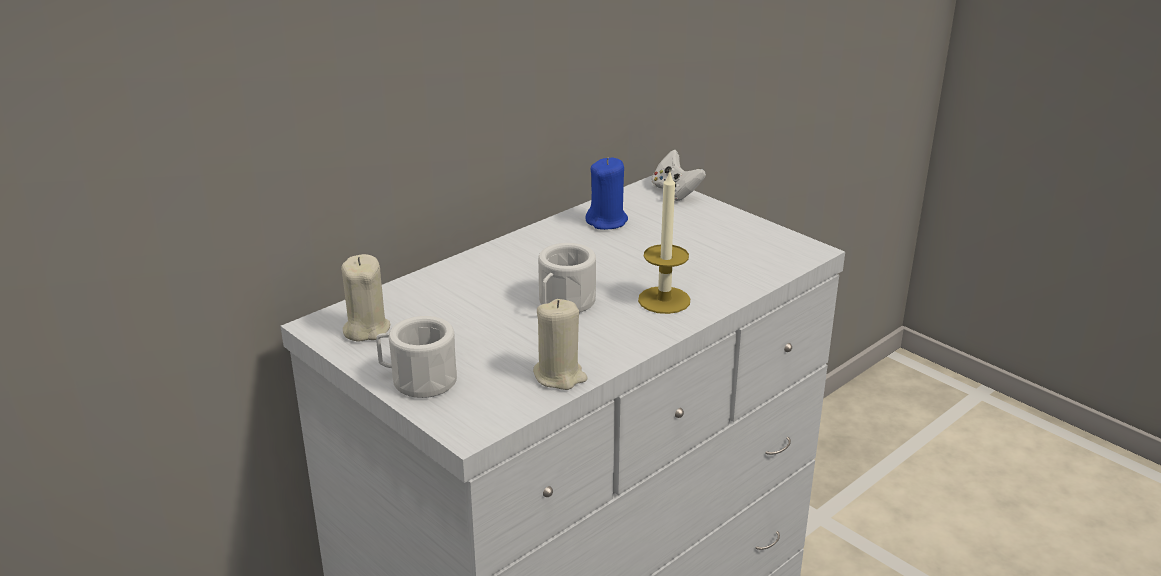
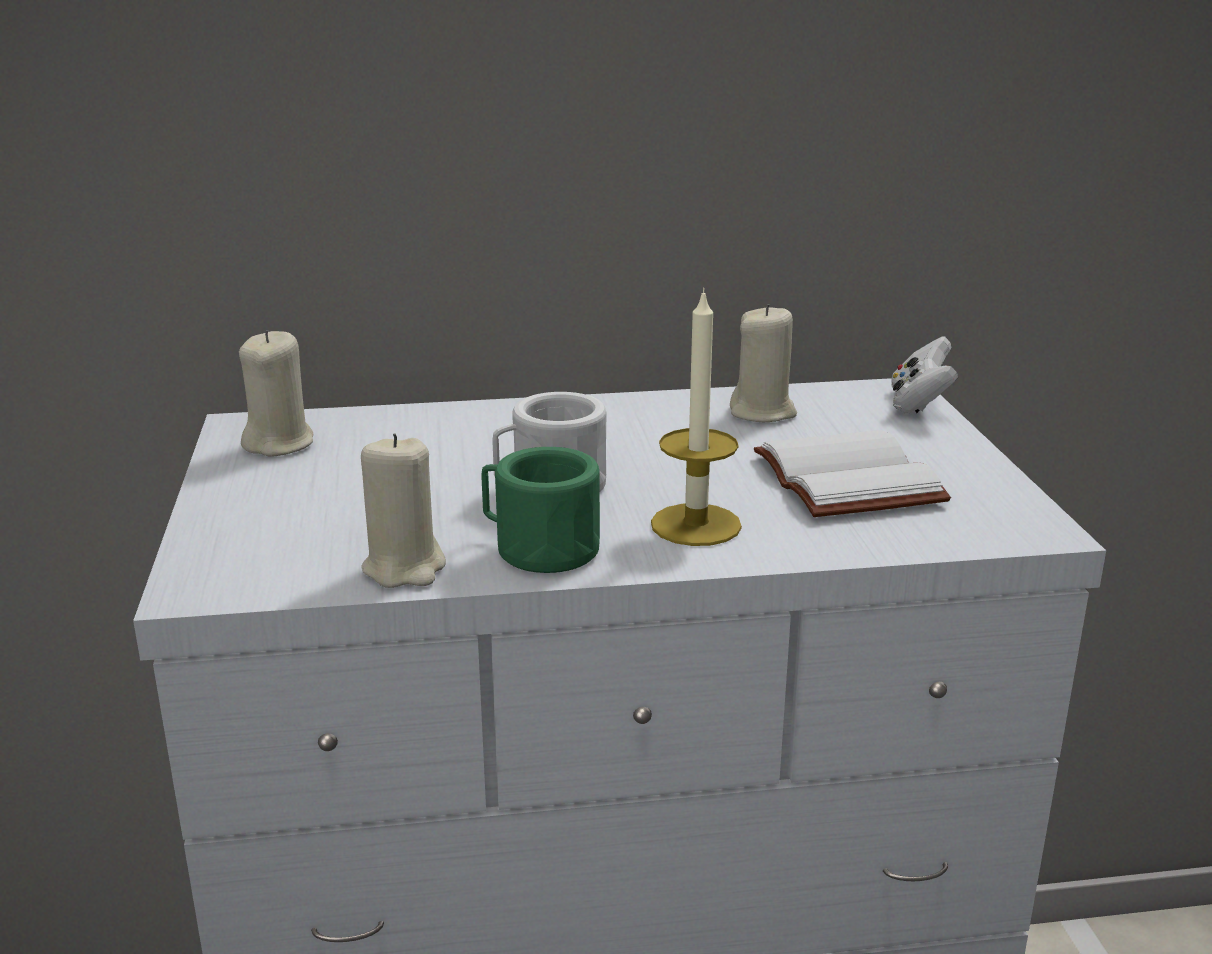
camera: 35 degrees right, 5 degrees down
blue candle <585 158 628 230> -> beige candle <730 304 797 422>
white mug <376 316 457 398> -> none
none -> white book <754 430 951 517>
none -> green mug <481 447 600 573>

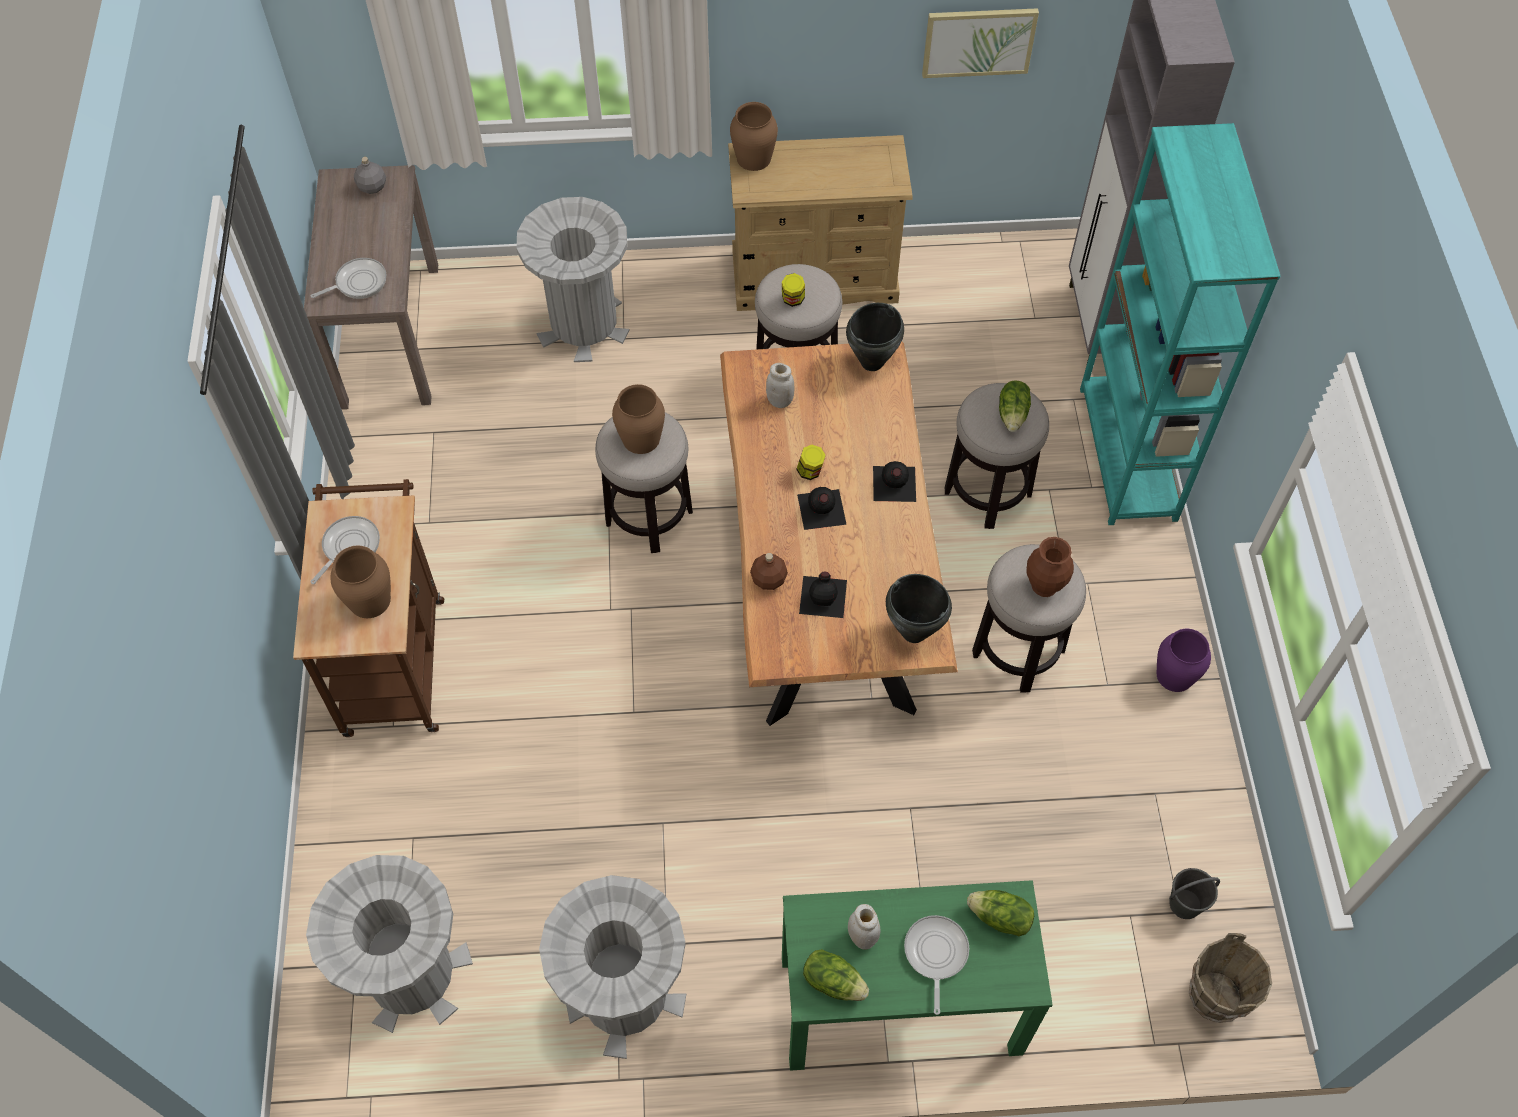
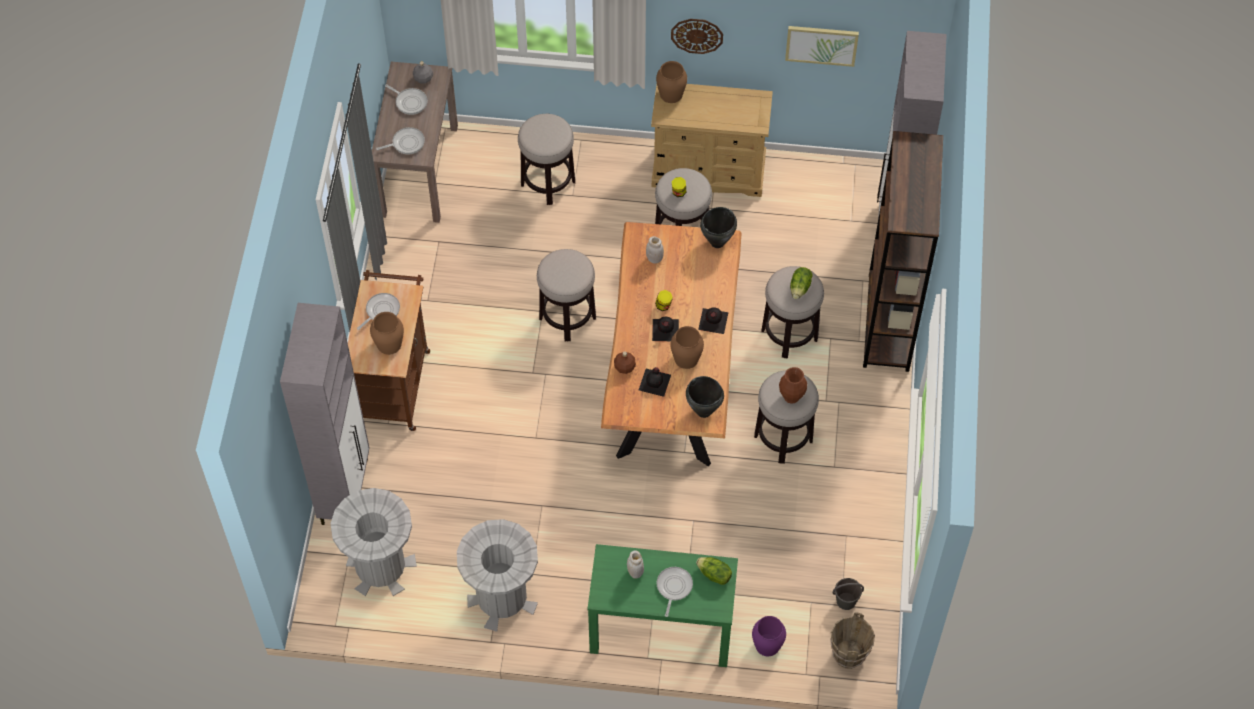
camera: 10 degrees right, 0 degrees up
turquoise bookcase <1080 123 1280 525> -> brown bookcase <863 131 943 372>
grey trash can <517 197 630 362> -> stool <518 114 575 205>
brown vase <612 384 665 454> -> brown vase <670 326 704 369>, move
purple vase <1157 629 1211 692> -> purple vase <752 616 786 656>, move
lettuce <803 949 869 1001> -> none
none -> wall clock <671 19 723 54>
none -> frying pan <385 84 427 115>
none -> grey cabinet <280 303 369 525>

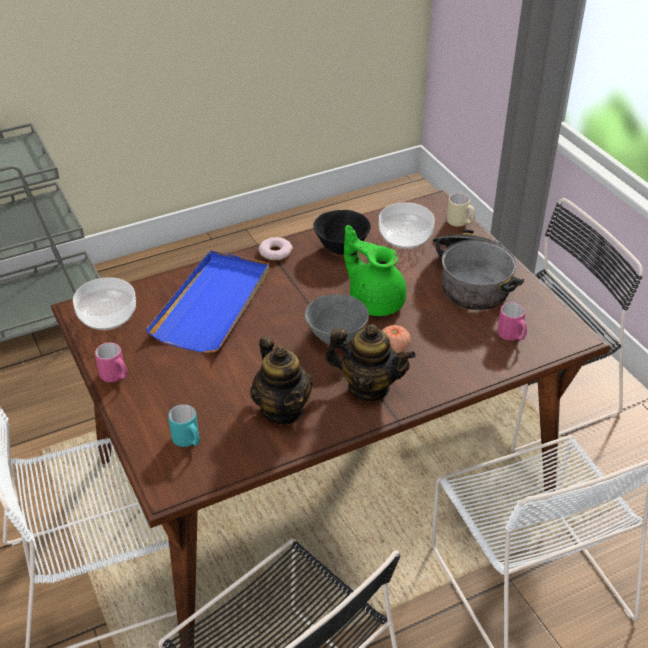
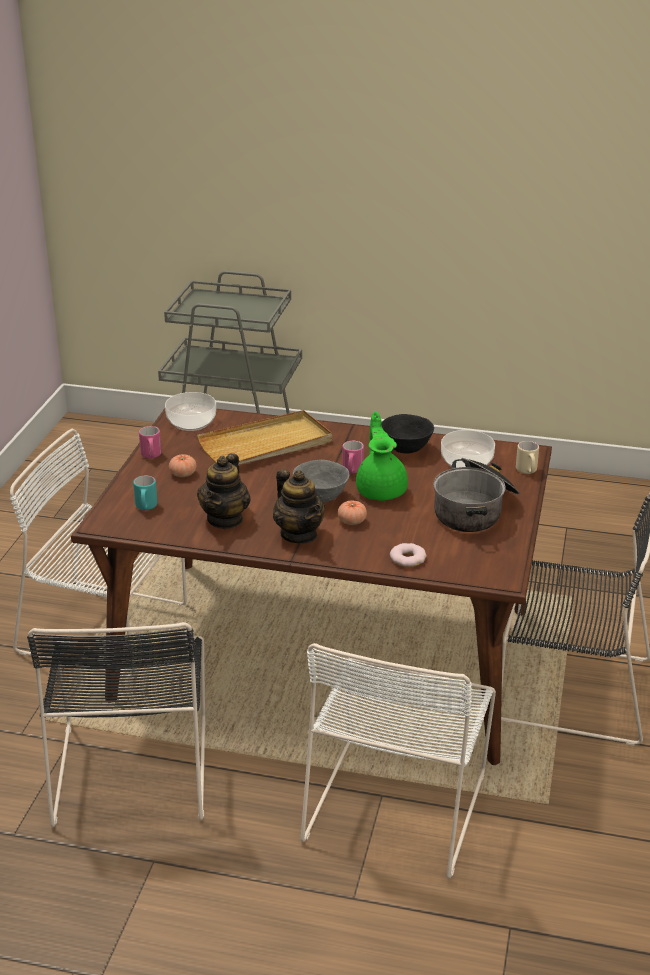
camera: 40 degrees right, 10 degrees down
donut <259 237 293 260> -> donut <390 543 427 567>, move
blue tray <146 250 269 353> -> beige tray <197 410 332 465>
pink mug <497 303 527 341> -> pink mug <342 441 364 474>, move
none -> tomato <169 455 196 477>

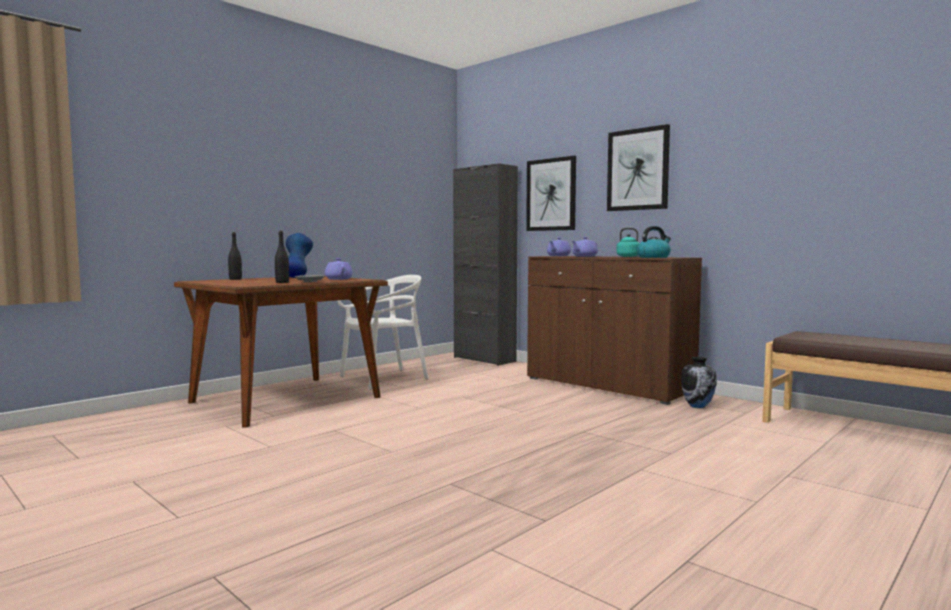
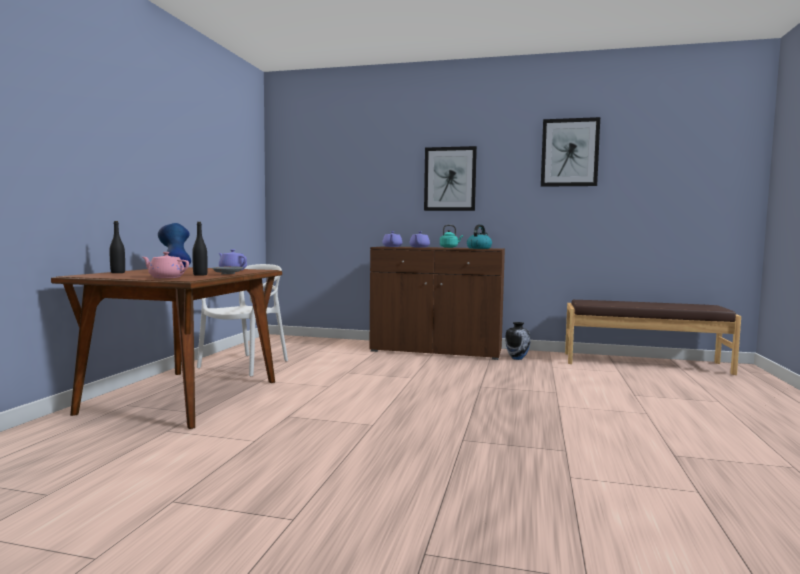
camera: 30 degrees left, 0 degrees up
picture <526 156 576 231> -> picture <541 117 600 187>, move
black cabinet <453 163 518 366> -> none
none -> pink teapot <142 252 189 278>

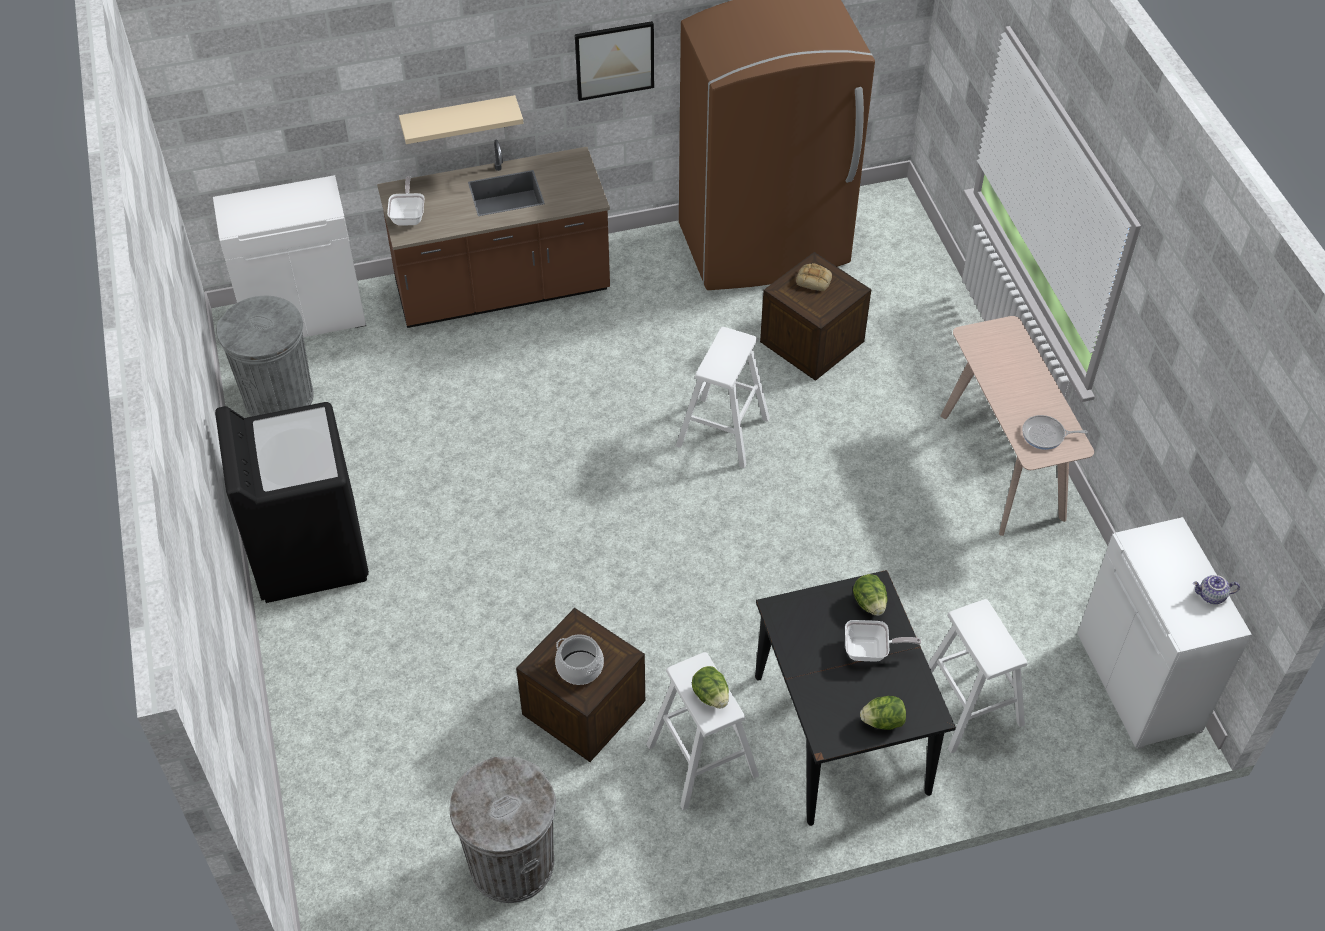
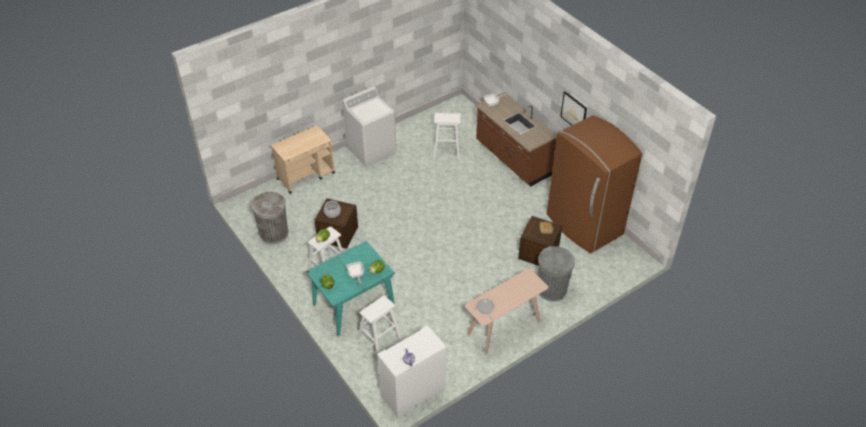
camera: 70 degrees right, 5 degrees down
beige shelf <399 95 523 144> -> none
white cabinet <213 175 366 337> -> none
grey trash can <216 296 314 417> -> grey trash can <538 246 575 301>, move
white stool <676 327 770 469> -> white stool <433 113 461 159>, move
black washing machine <215 402 369 603> -> white washing machine <342 86 396 167>
black dining table <755 570 956 826> -> turquoise dining table <306 241 395 336>
none -> beige cart <271 125 335 194>

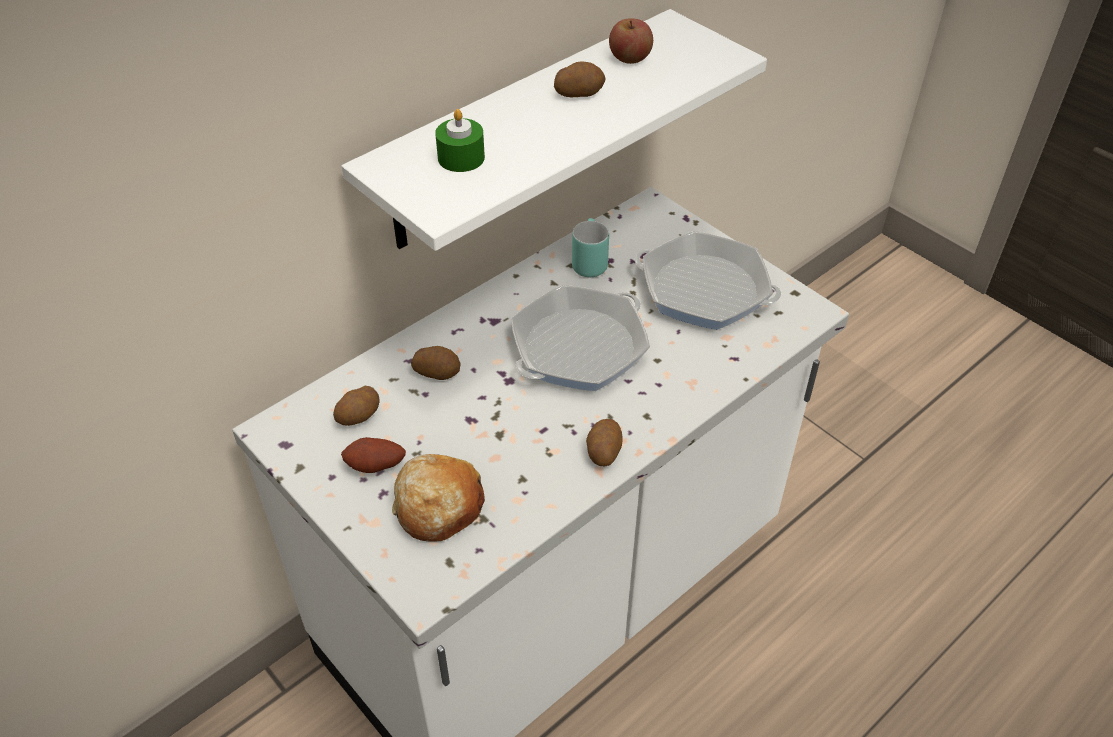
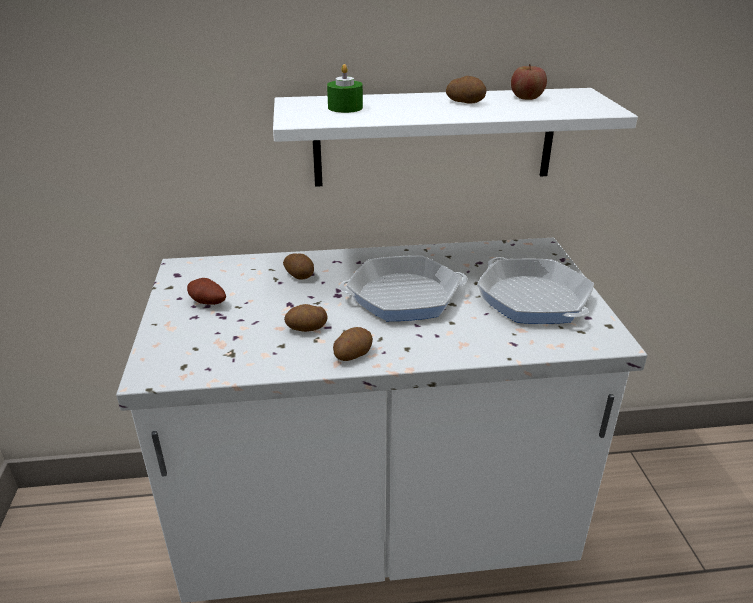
camera: 35 degrees right, 15 degrees down
turquoise mug <572 218 609 277> -> none
potato <333 386 379 426> -> potato <284 304 328 332>, move
bread <392 454 485 542> -> none

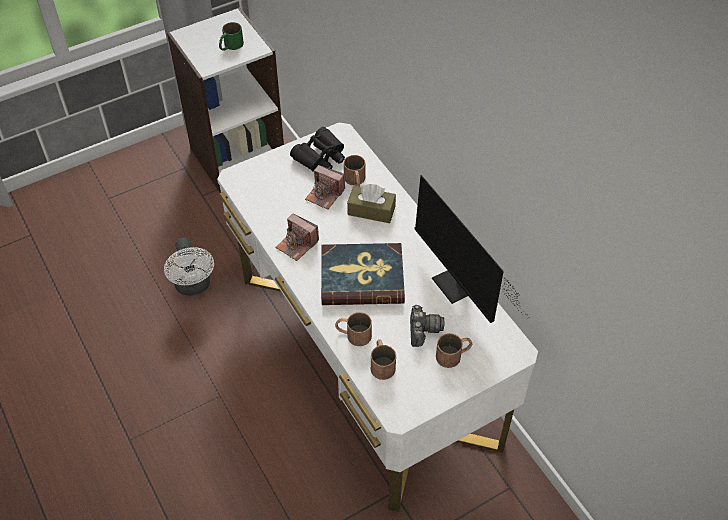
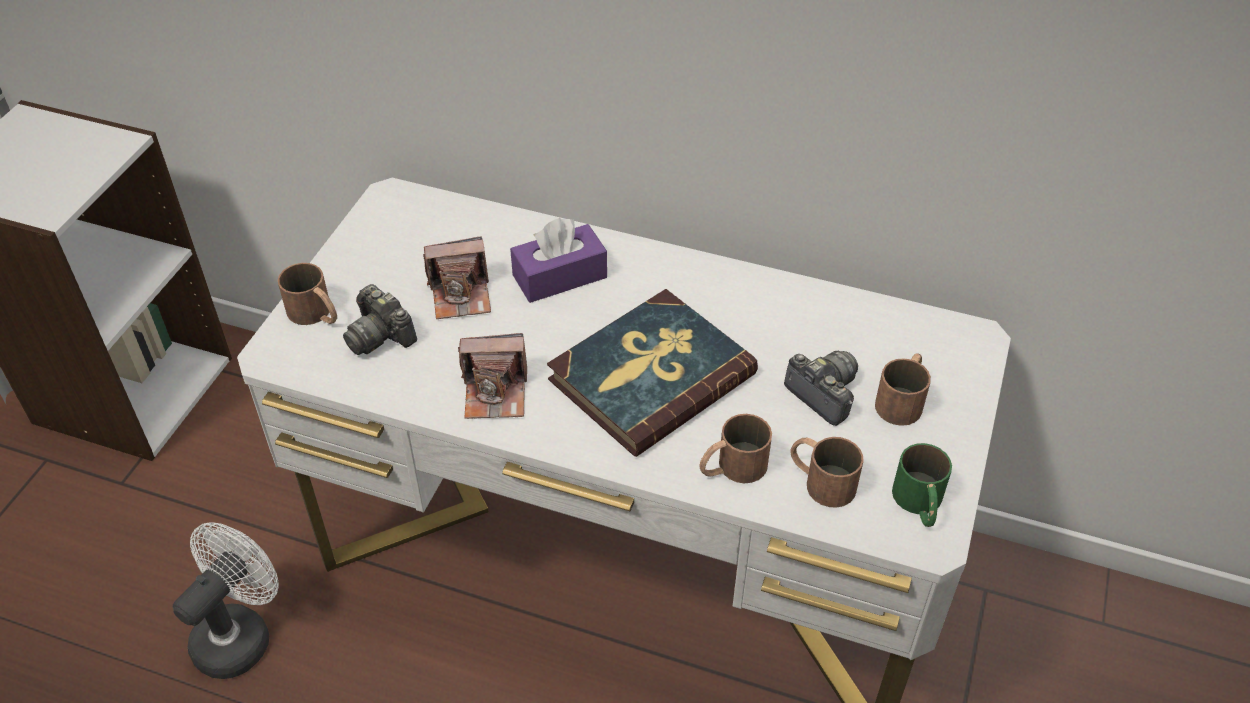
camera: 40 degrees left, 5 degrees down
green mug <219 22 244 51> -> green mug <892 443 952 527>, move
black binoculars <290 127 345 172> -> none
brown mug <344 155 365 187> -> brown mug <278 263 337 325>, move
monitor <415 175 530 323> -> none
brown tissue box <347 184 396 223> -> purple tissue box <510 218 607 303>
white fan <164 237 214 296> -> white fan <173 522 279 679>, 90 degrees counterclockwise
none -> photo camera <343 284 417 355>

